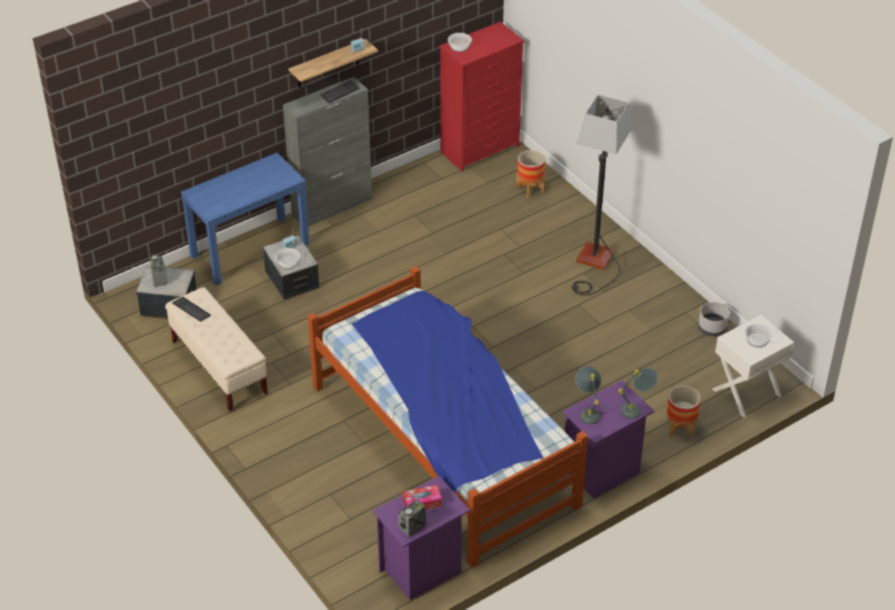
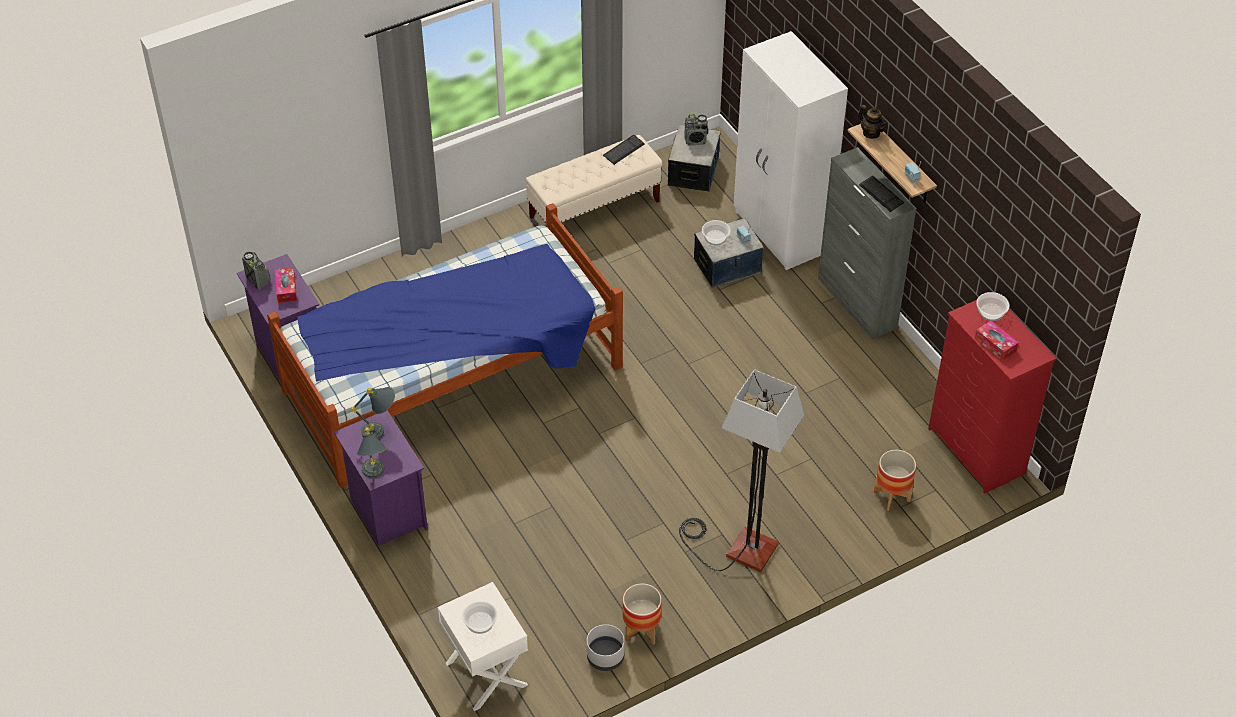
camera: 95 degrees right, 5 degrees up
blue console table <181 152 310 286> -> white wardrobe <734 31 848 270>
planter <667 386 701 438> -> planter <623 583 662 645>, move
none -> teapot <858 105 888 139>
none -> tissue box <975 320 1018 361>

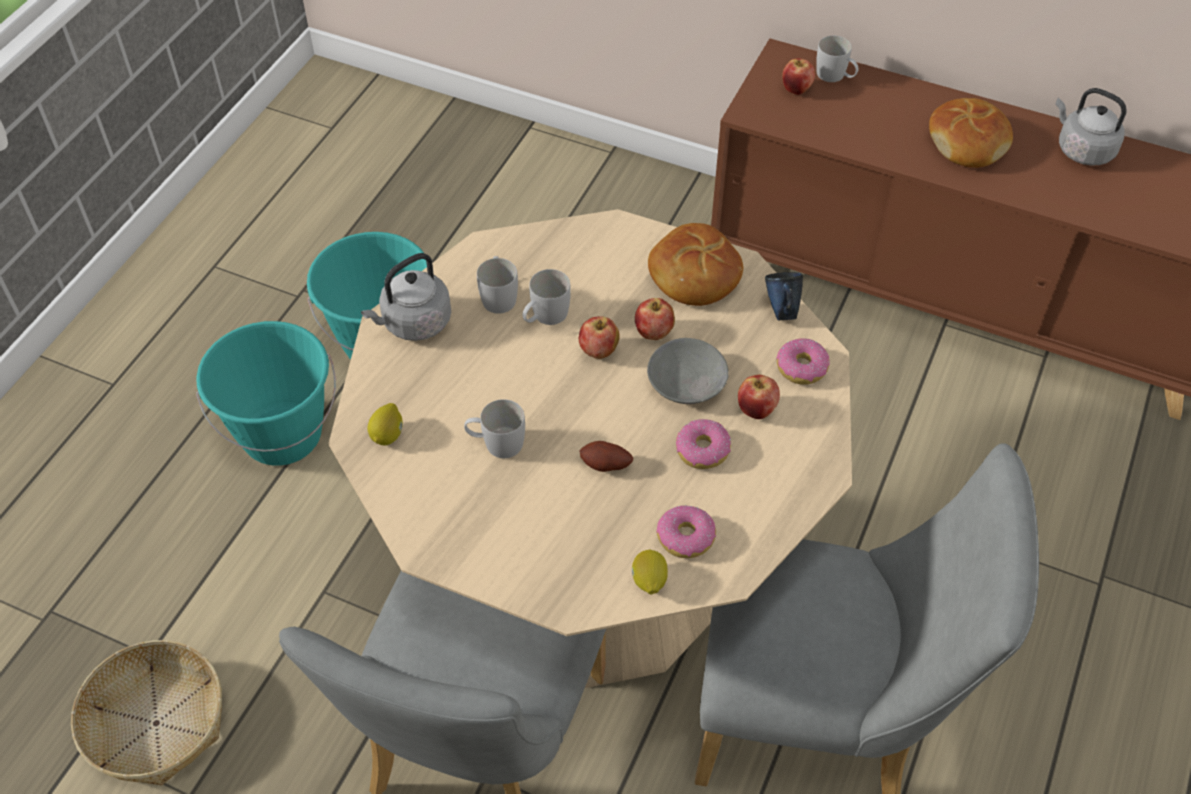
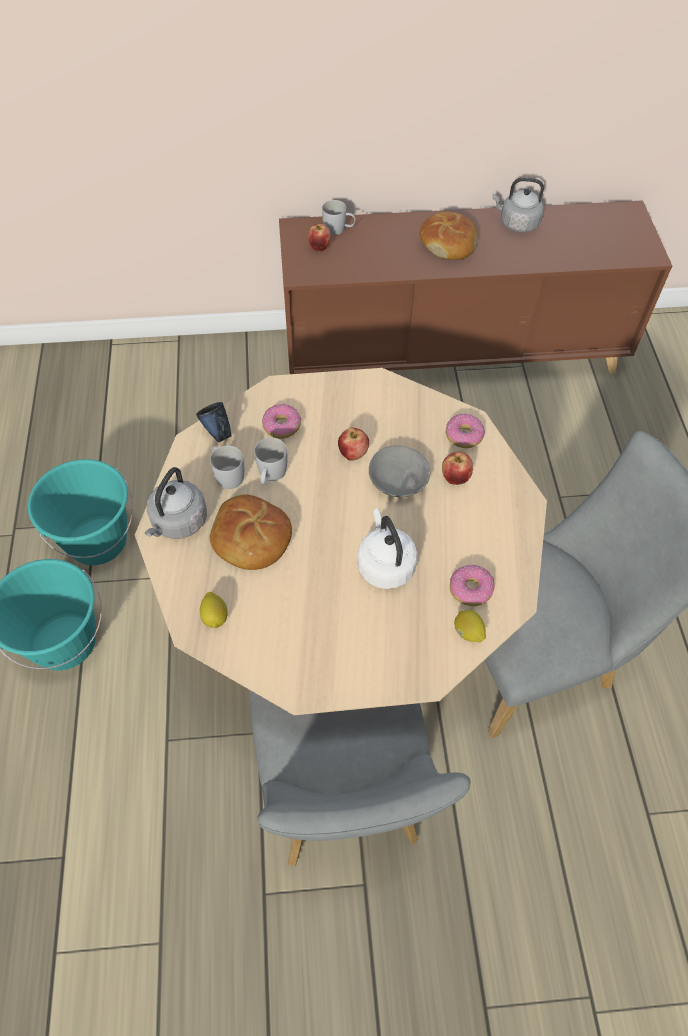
camera: 30 degrees left, 5 degrees up
bread <648 223 743 306> -> bread <209 494 292 570>, move
blue mug <765 272 803 320> -> blue mug <196 402 232 442>, move
apple <579 316 620 359> -> none
white mug <464 399 525 458> -> none
donut <676 419 731 469> -> donut <262 404 301 439>, move
potato <579 441 633 472> -> white kettle <357 508 418 589>
basket <71 640 222 786> -> none

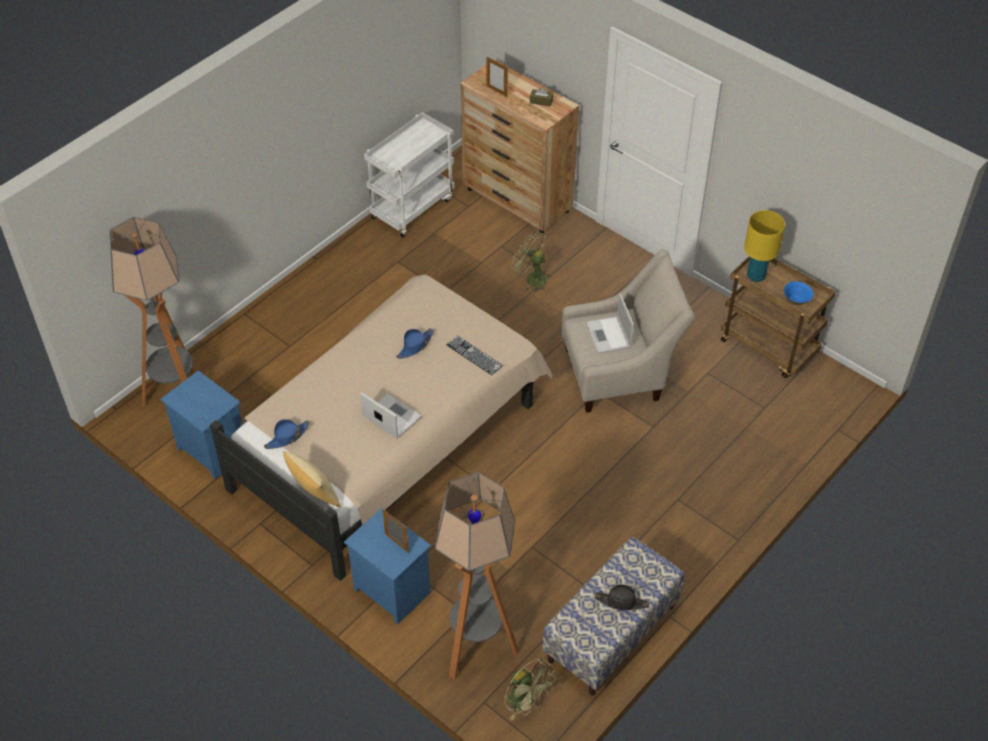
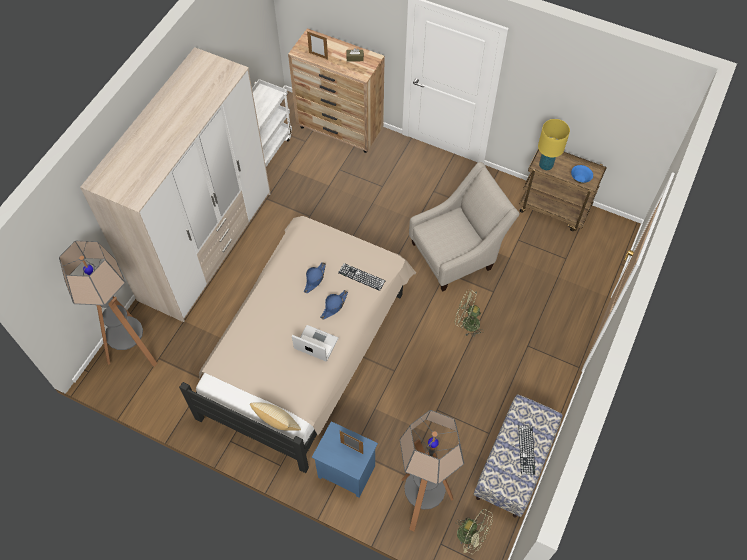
camera: 15 degrees left, 10 degrees up
green fan <512 230 548 292> -> green fan <455 289 484 337>, move
laptop <586 294 634 354> -> none
blue nightstand <160 370 241 479> -> none
blue hat <264 419 310 449> -> blue hat <320 290 348 320>, move
black hat <595 585 650 610> -> keyboard <518 425 535 475>
none -> wardrobe <80 47 271 322>

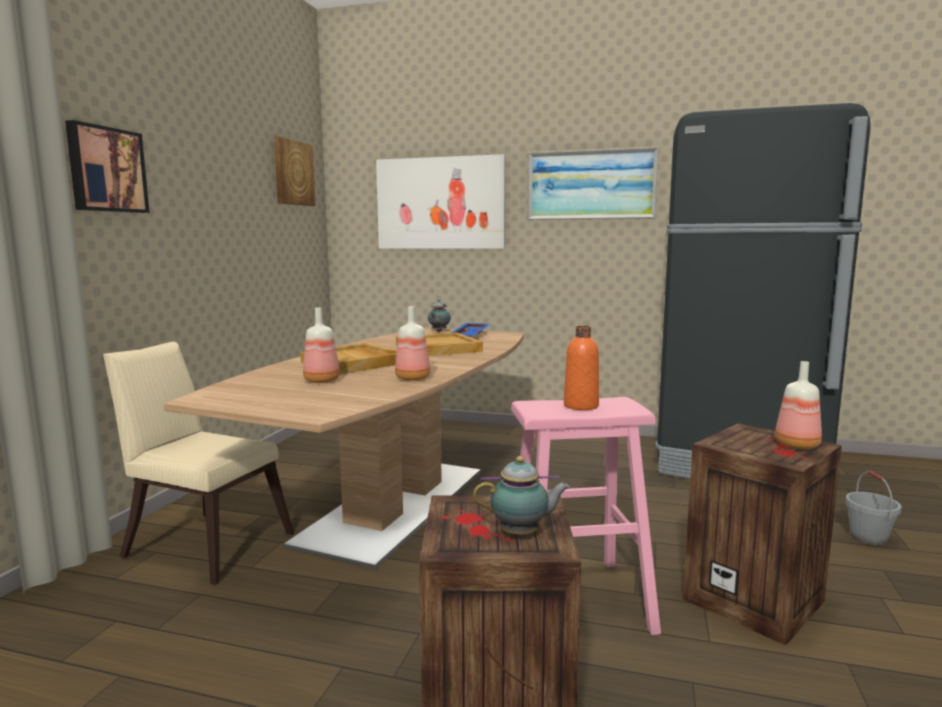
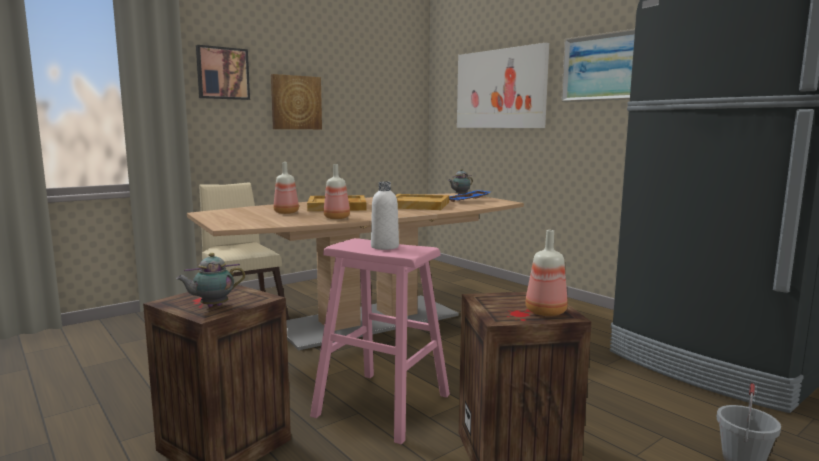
camera: 35 degrees right, 0 degrees up
picture <274 136 315 206> -> picture <271 74 322 129>, move
orange bottle <564 326 599 410> -> white bottle <371 182 399 250>
teapot <473 456 570 535> -> teapot <176 253 245 307>, 120 degrees clockwise

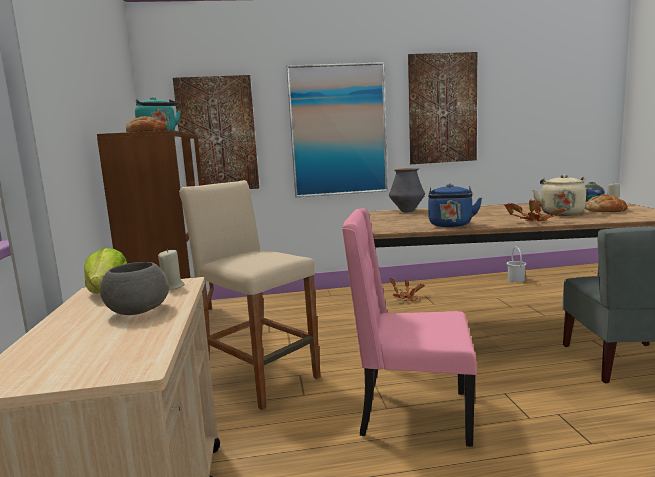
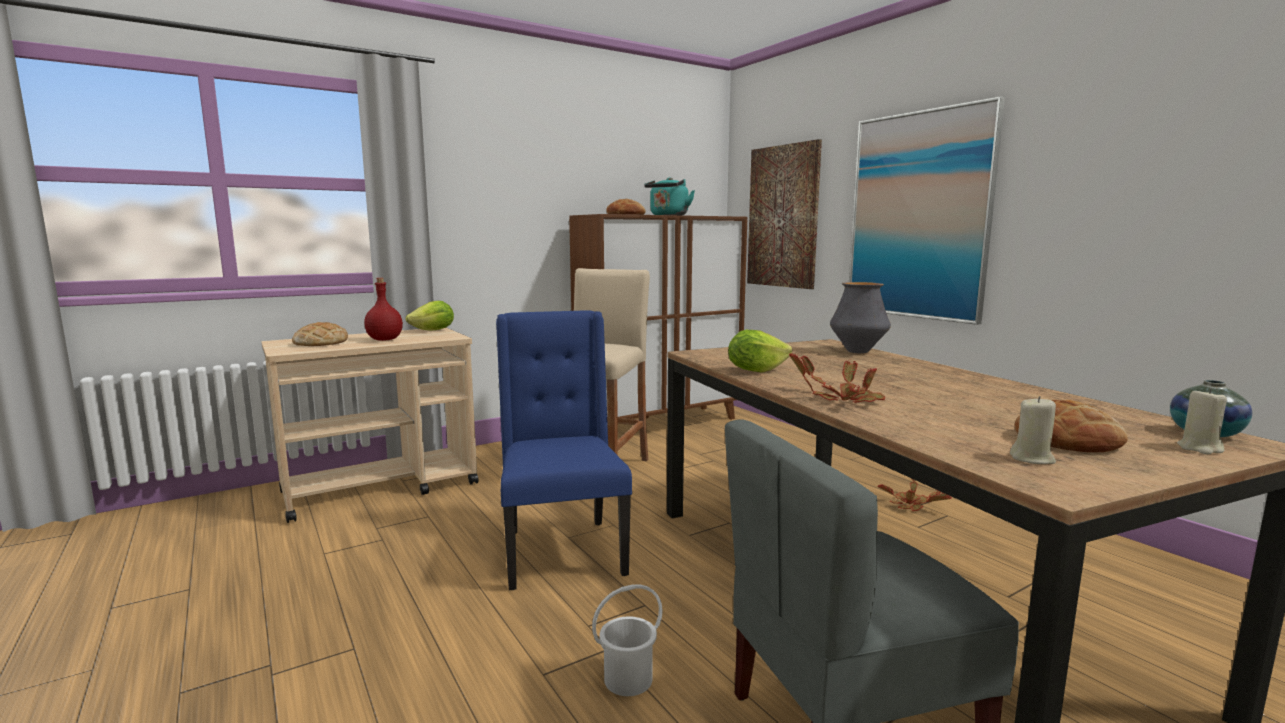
camera: 65 degrees right, 0 degrees up
picture <408 52 477 164> -> none
beige kettle <532 175 586 216> -> none
blue kettle <428 184 482 227> -> lettuce <728 330 792 373>
pink chair <342 208 477 447> -> blue chair <496 310 632 590>
white bucket <506 246 527 282> -> white bucket <592 584 663 696>, move
beige candle <158 249 185 290> -> beige candle <1010 396 1056 464>, move
grey bowl <100 262 170 315> -> red bottle <364 278 403 341>
none -> bread <292 322 348 346>

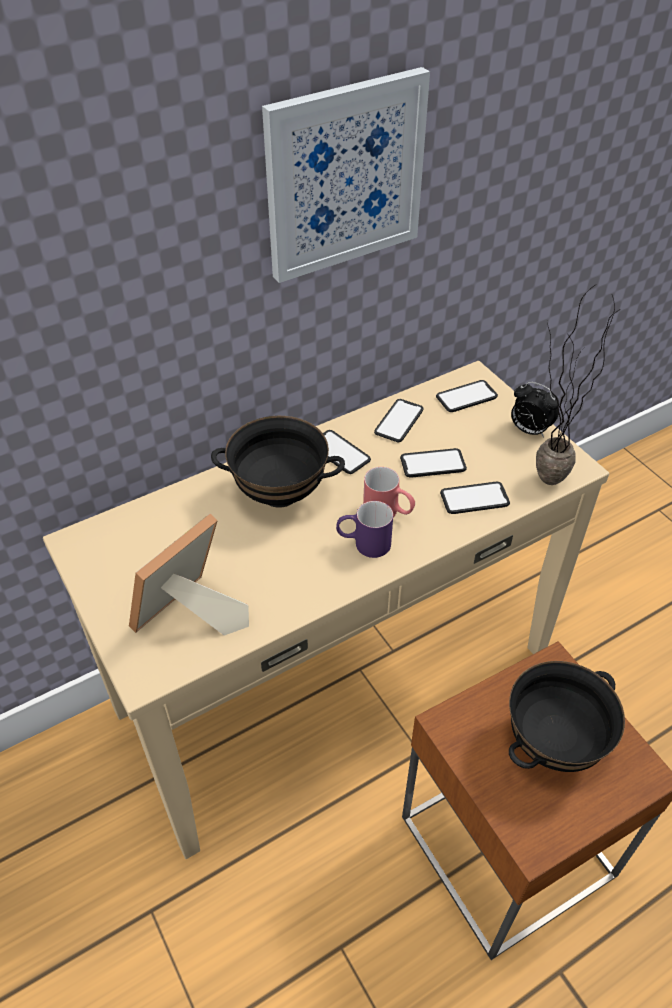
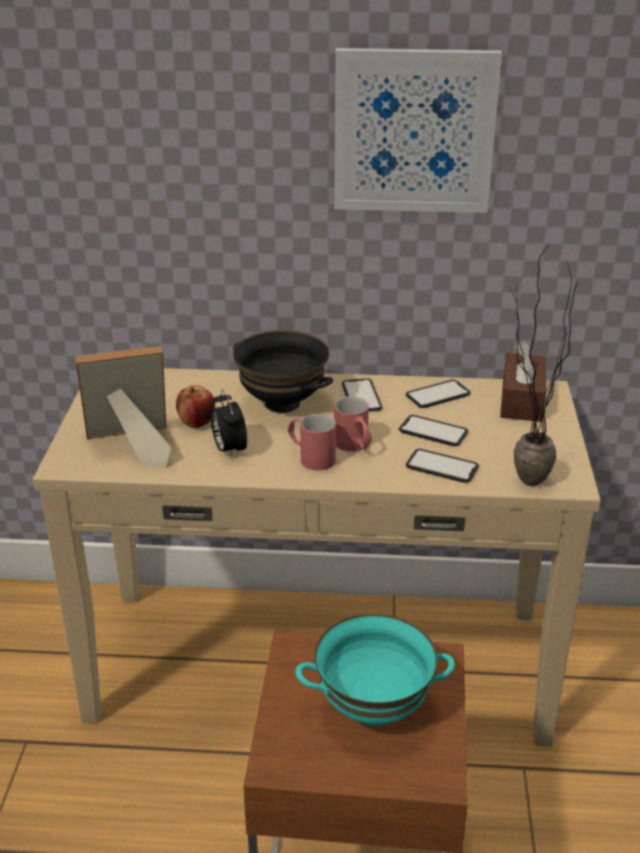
camera: 35 degrees right, 15 degrees down
phone <436 380 498 412> -> brown tissue box <500 342 546 422>
alarm clock <511 382 559 438> -> alarm clock <211 389 247 459>, move
purple mug <336 501 393 558> -> red mug <288 414 336 470>
black bowl <509 661 625 772> -> turquoise bowl <295 614 455 726>
none -> apple <176 385 215 428>

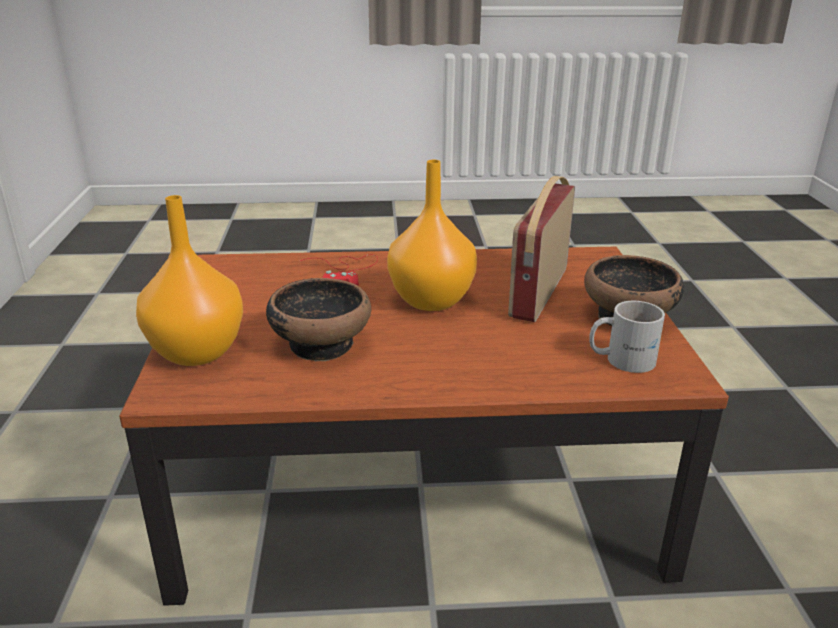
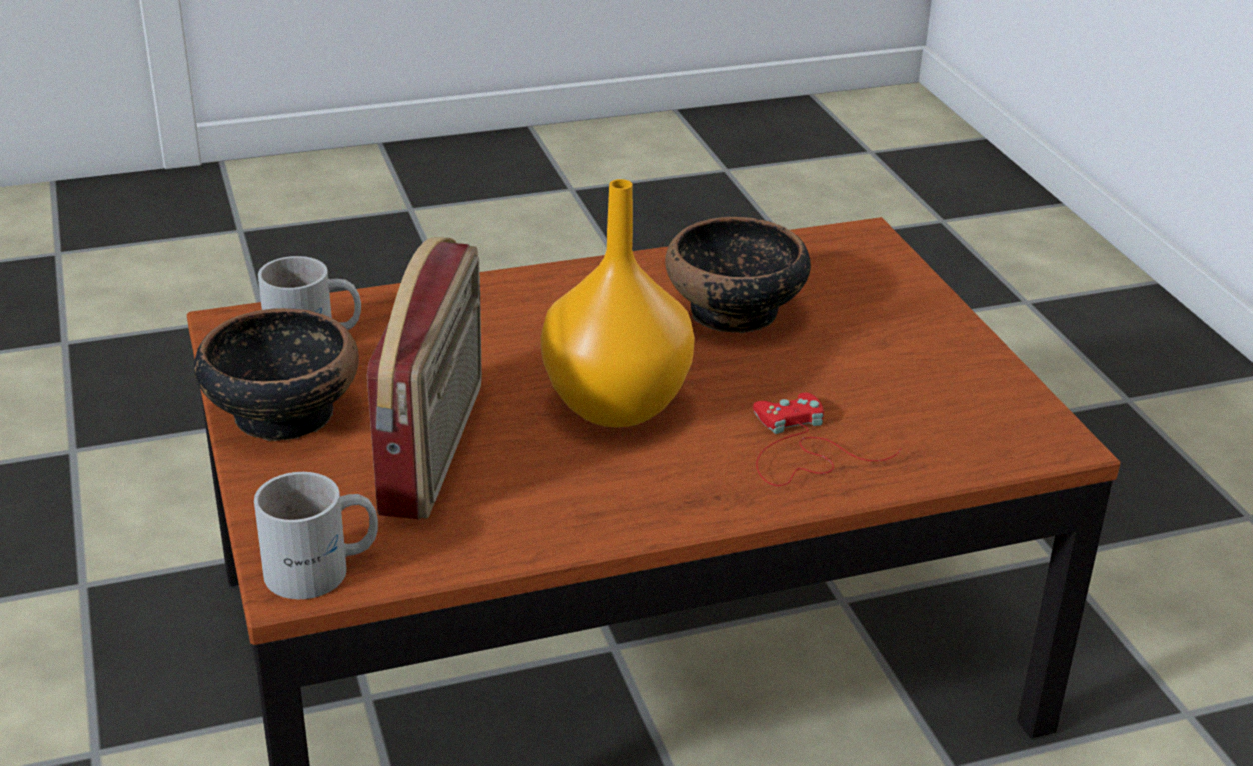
camera: 165 degrees right, 5 degrees up
orange vase <136 195 243 366> -> none
none -> white mug <254 472 378 599>

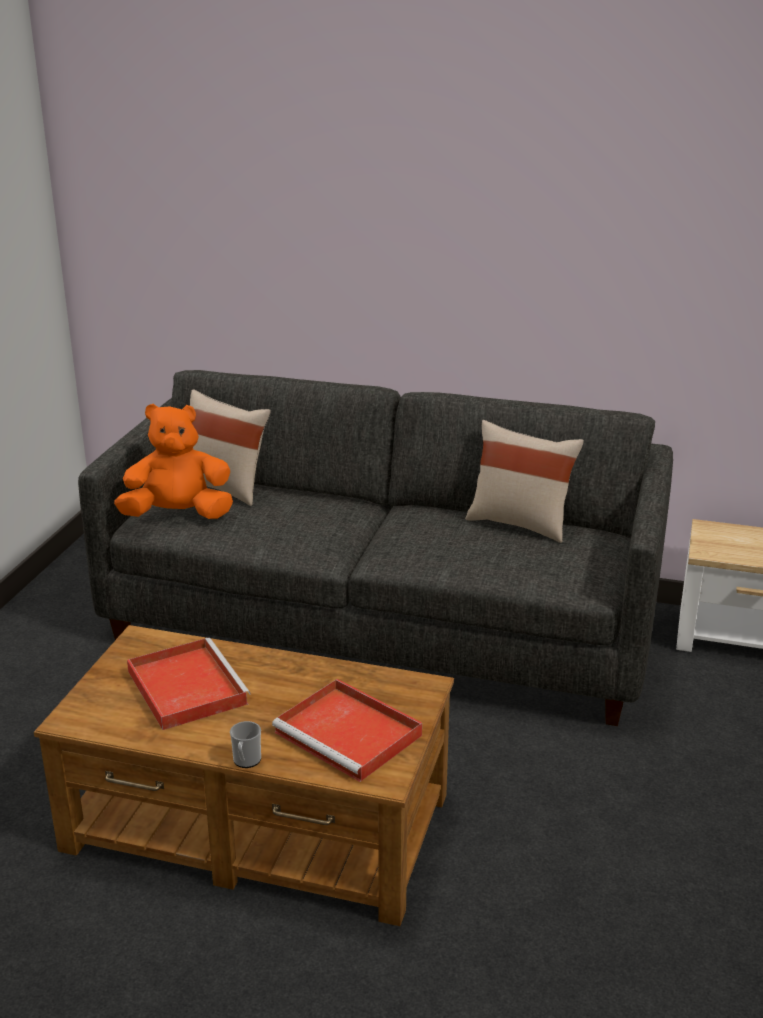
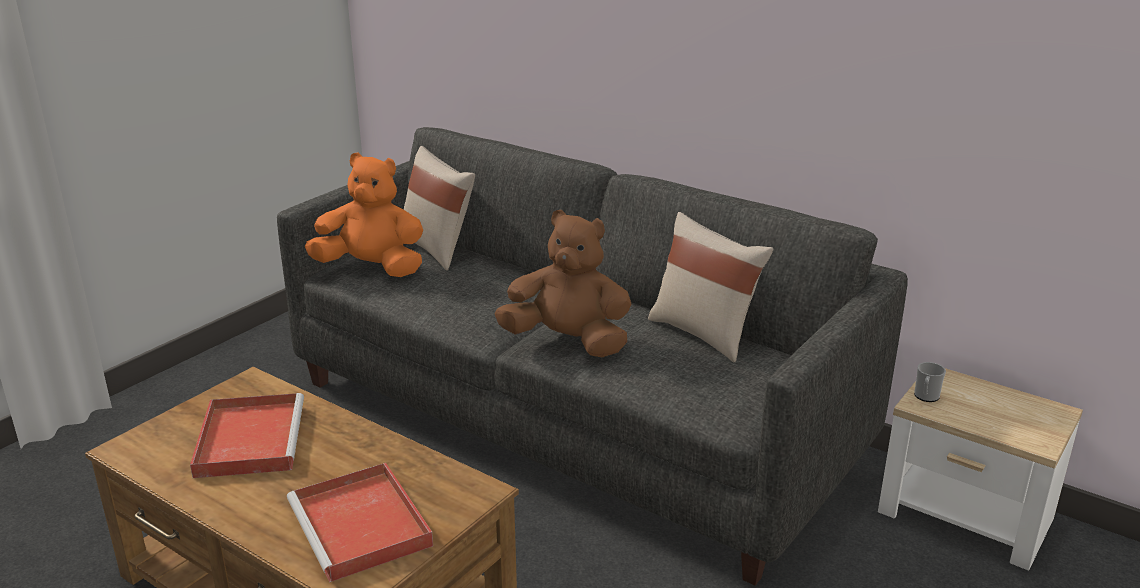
camera: 20 degrees right, 0 degrees up
mug <230 721 261 768> -> mug <914 362 946 402>, move
none -> brown plush toy <494 210 631 357>

